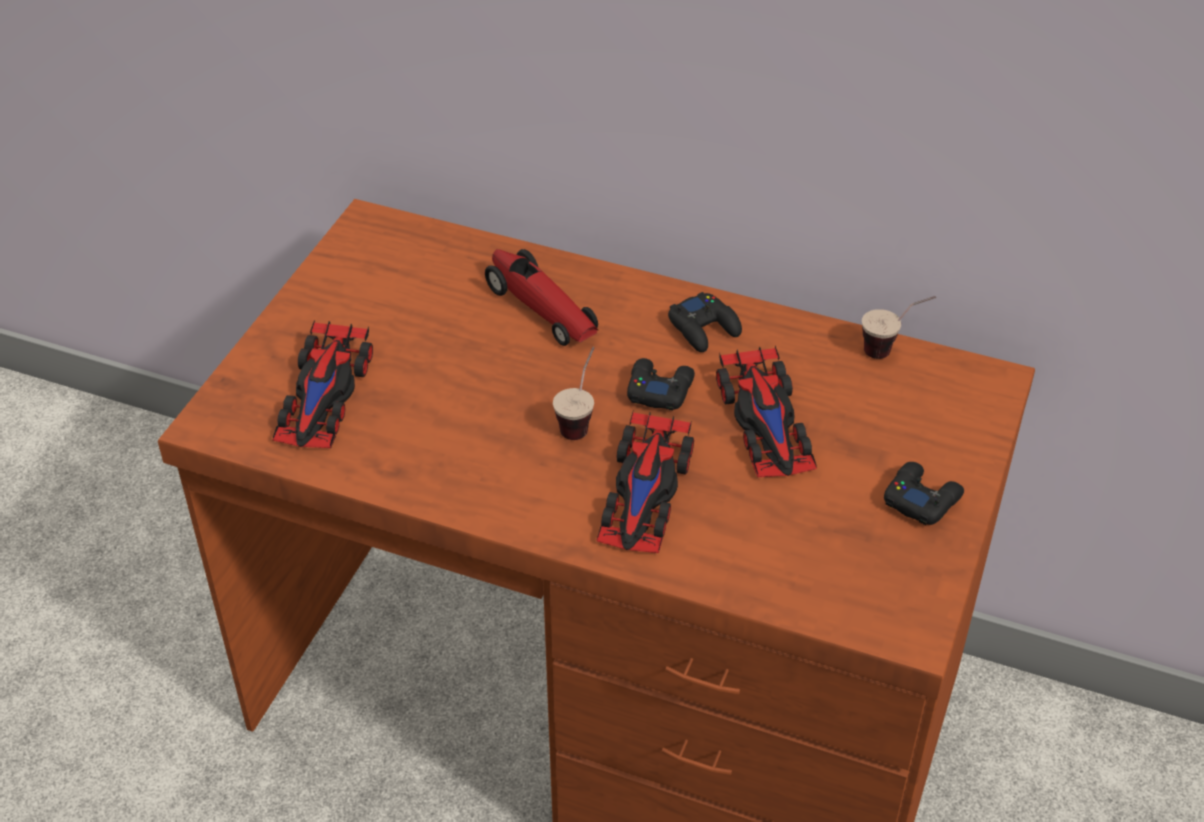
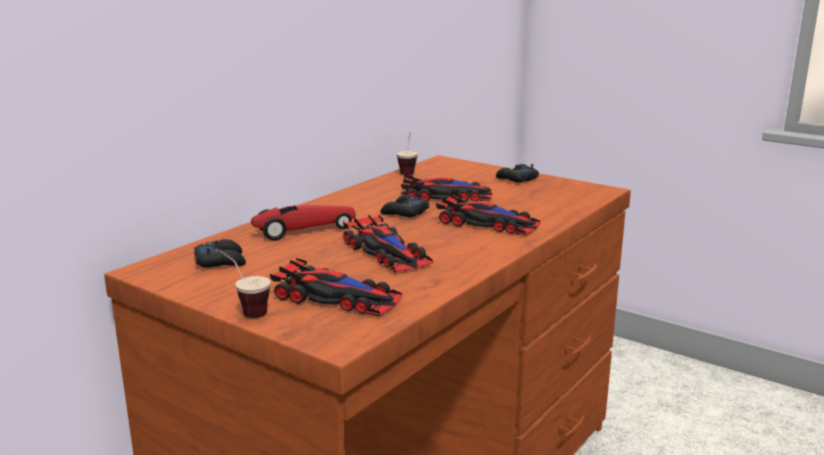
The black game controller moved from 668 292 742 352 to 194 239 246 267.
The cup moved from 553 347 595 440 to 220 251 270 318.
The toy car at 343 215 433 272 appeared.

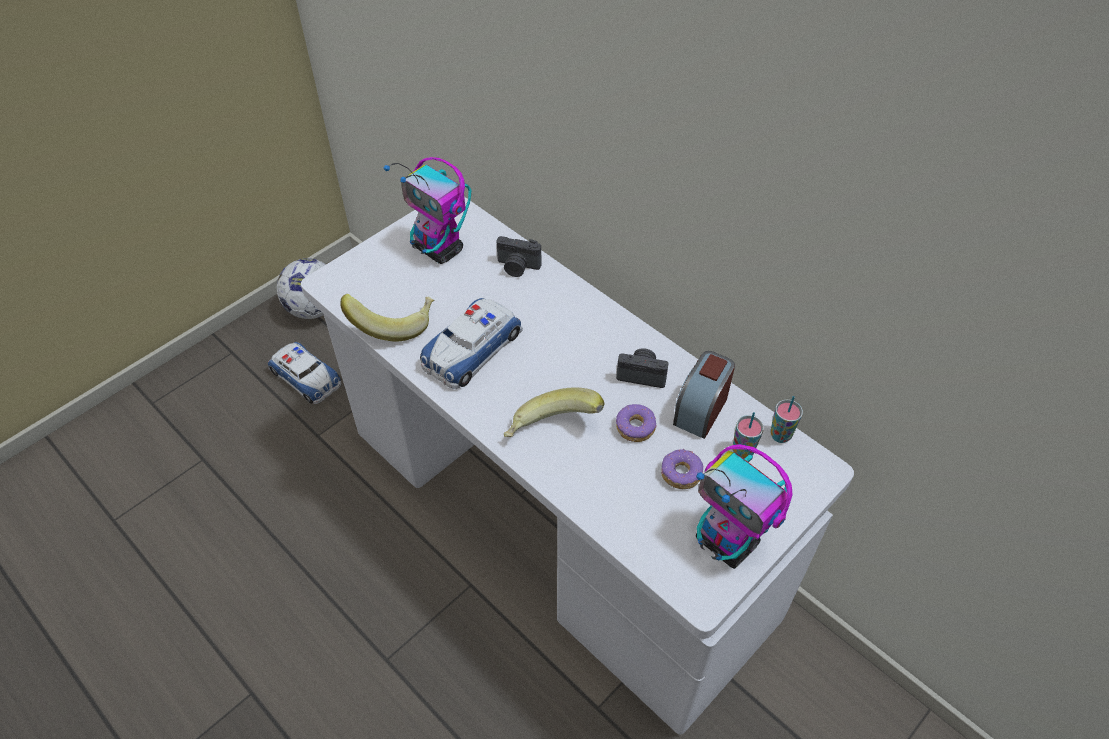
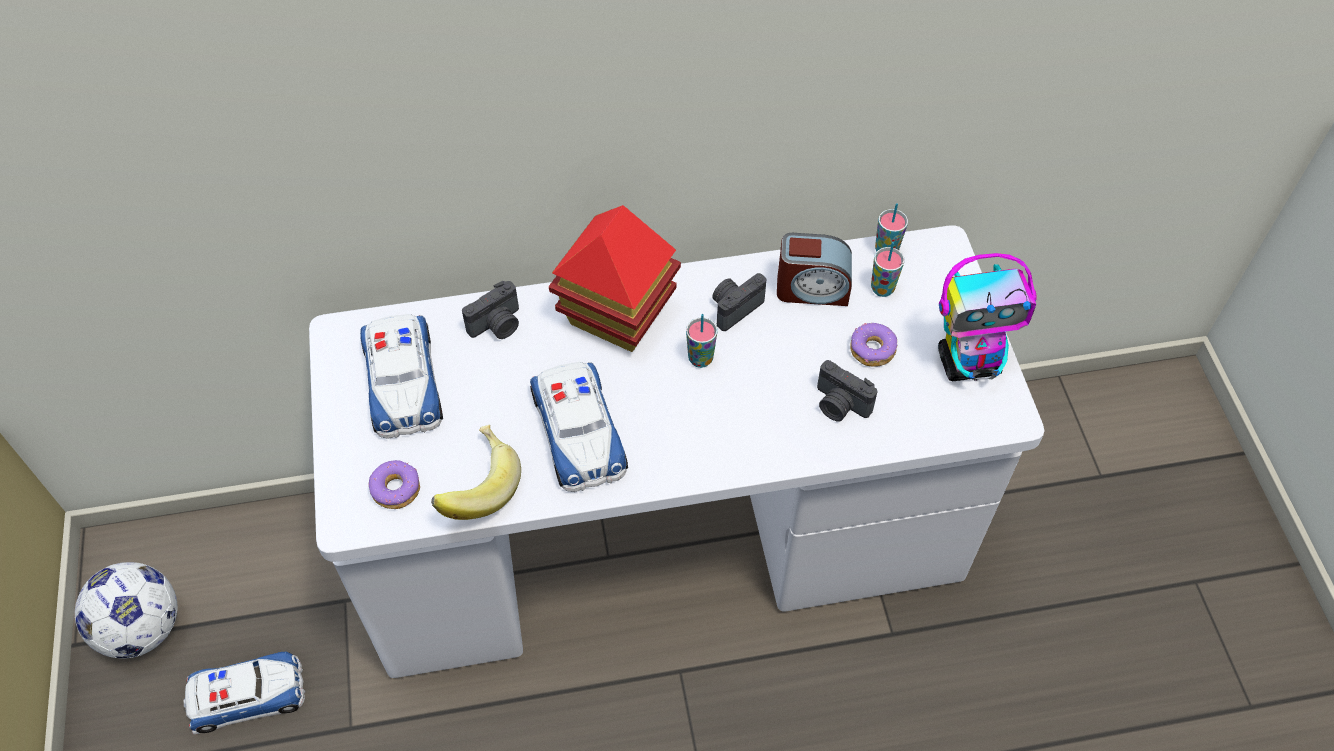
The toy robot at 384 157 471 264 was replaced by the toy car at 360 314 443 439.
The alarm clock at 673 351 735 439 turned 60 degrees counterclockwise.
The banana at 504 388 604 437 disappeared.
The donut moved from 616 404 657 442 to 368 460 420 509.
The toy house at 549 205 681 352 appeared.
The cup at 686 314 718 368 appeared.
The photo camera at 817 360 877 421 appeared.

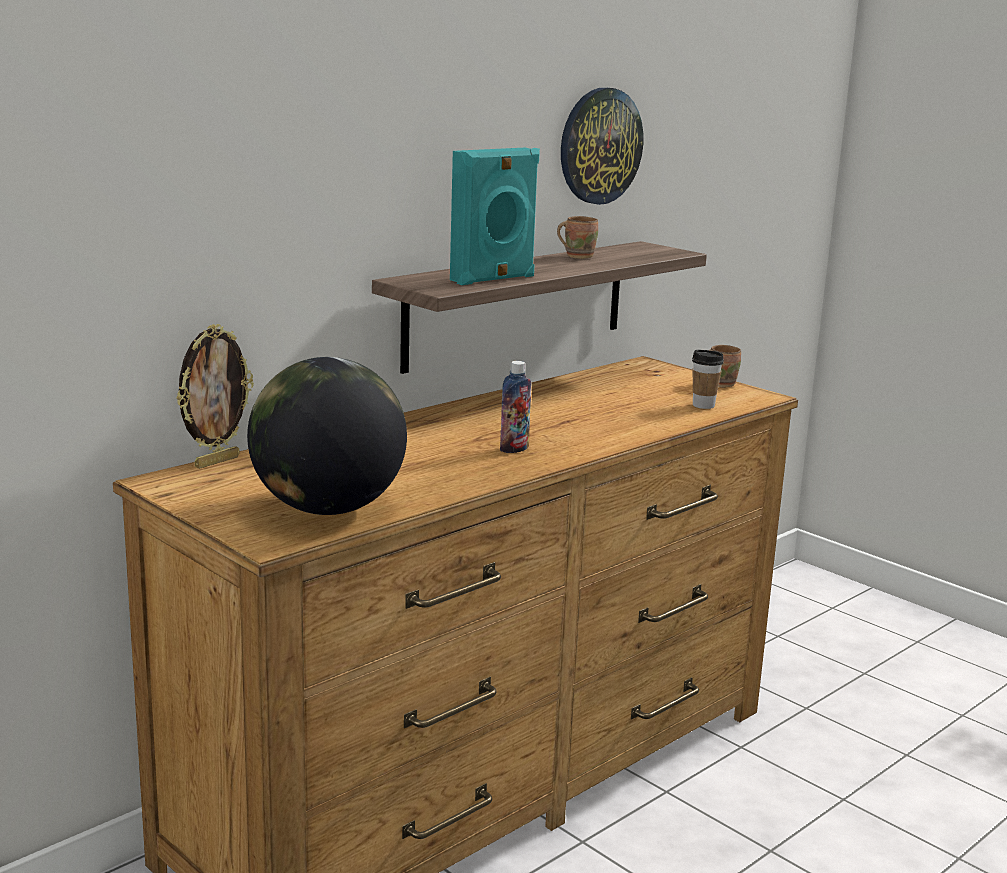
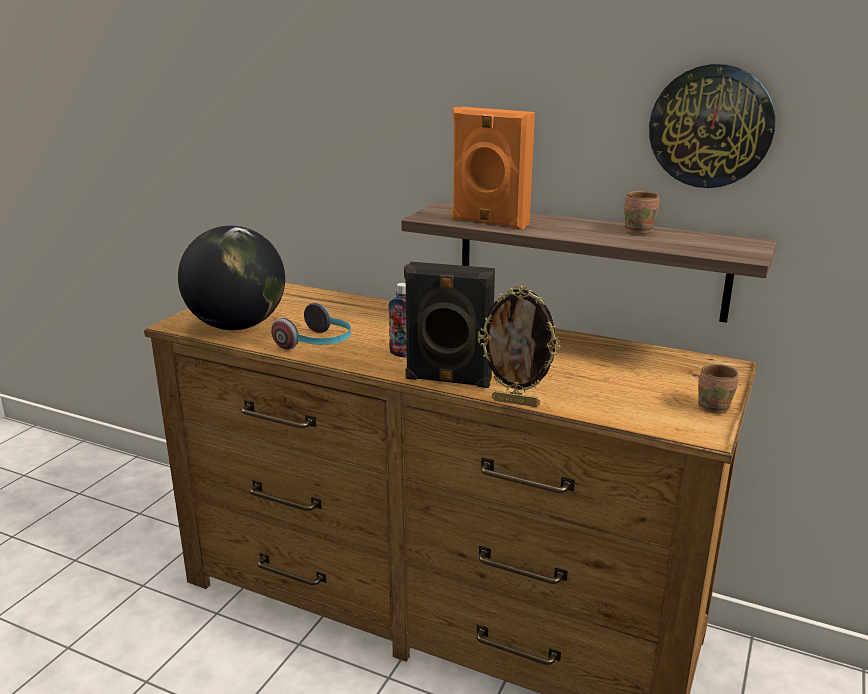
The turquoise speaker at 450 148 540 285 became the orange speaker at 452 107 535 230.
The picture frame moved from 176 324 254 469 to 478 285 561 407.
The cup at 692 350 724 409 disappeared.
The black speaker at 404 262 495 388 appeared.
The headphones at 271 303 351 350 appeared.

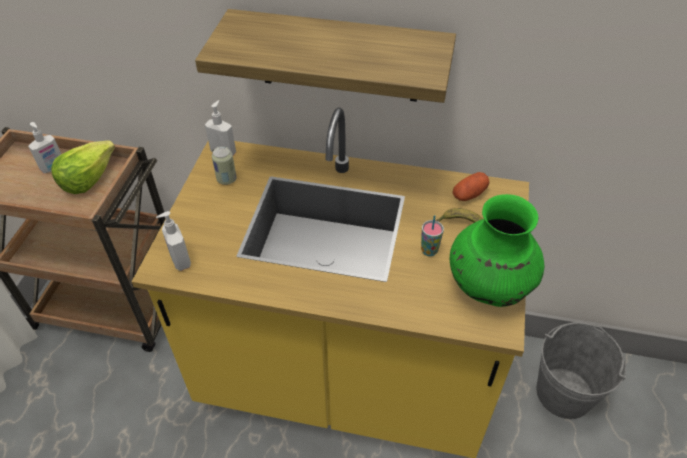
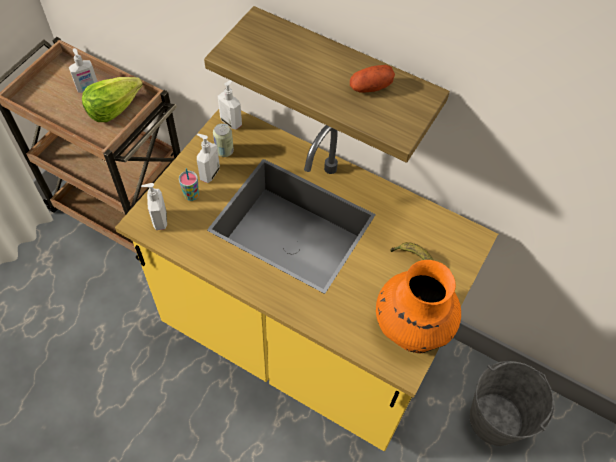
The potato moved from 452 172 490 201 to 350 65 395 93.
The green vase at 450 194 544 307 became the orange vase at 376 260 461 353.
The cup moved from 421 215 444 256 to 179 168 199 201.
The soap dispenser at 197 134 220 183 appeared.

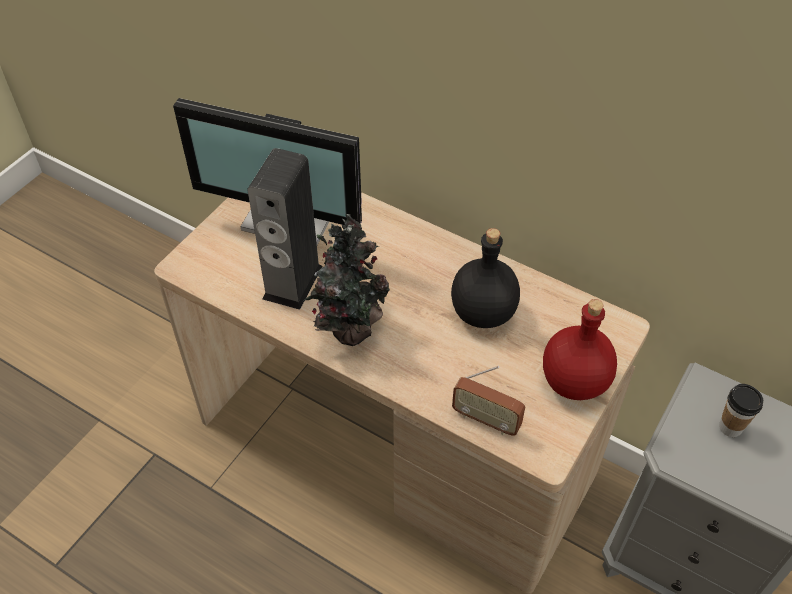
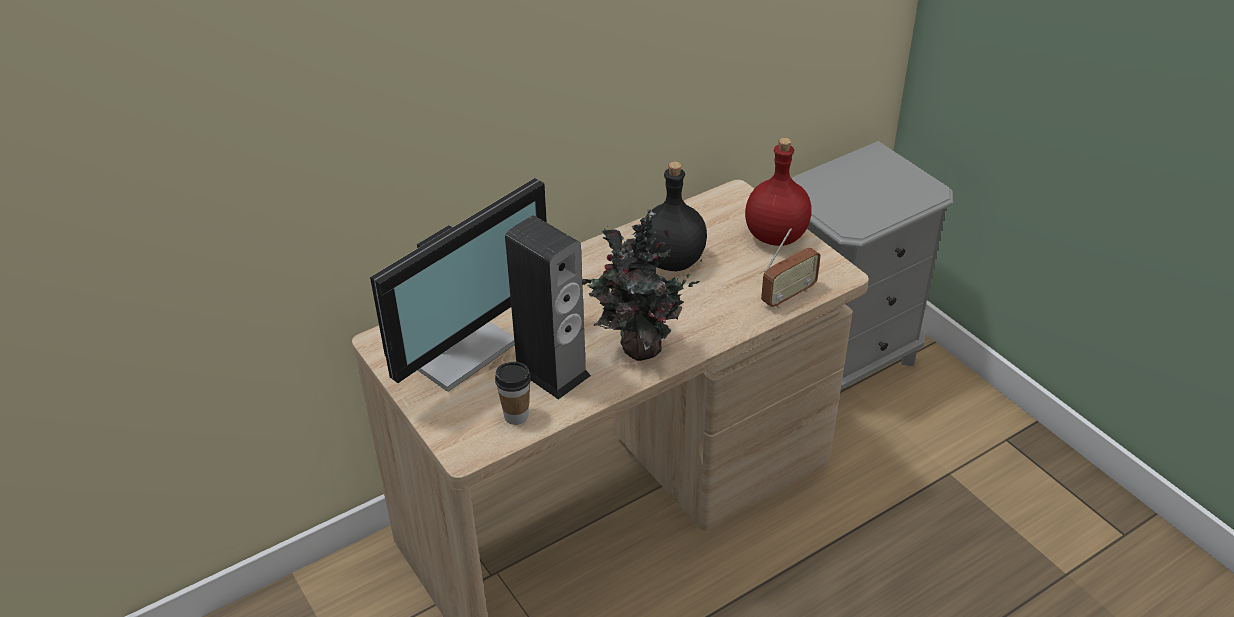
The cup moved from 719 384 763 437 to 495 362 531 425.

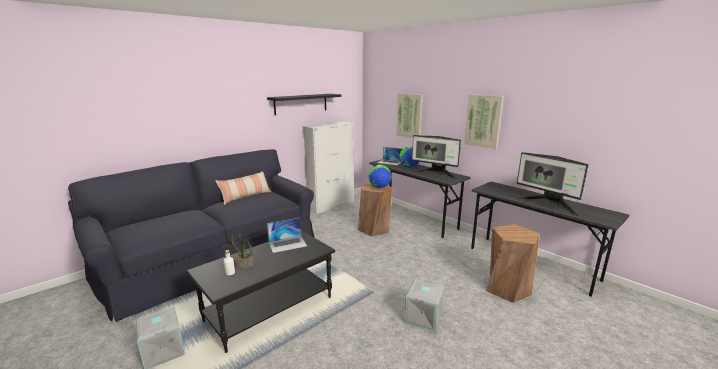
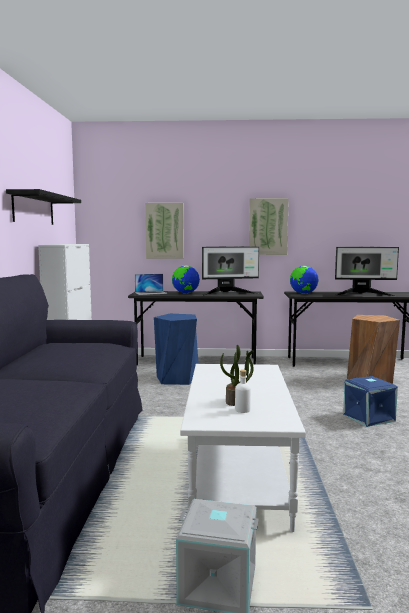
The globe moved from 368 165 392 188 to 290 266 318 294.
The pillow at 215 172 271 205 disappeared.
The brown stool at 358 183 392 237 became the blue stool at 154 314 199 385.
The laptop at 267 218 307 253 disappeared.
The black coffee table at 187 230 335 353 became the white coffee table at 180 364 306 532.
The grey storage box at 404 280 444 332 became the blue storage box at 343 376 398 427.

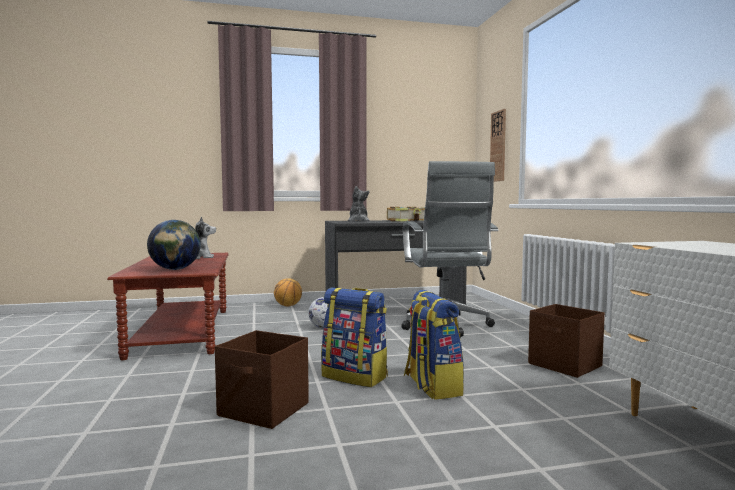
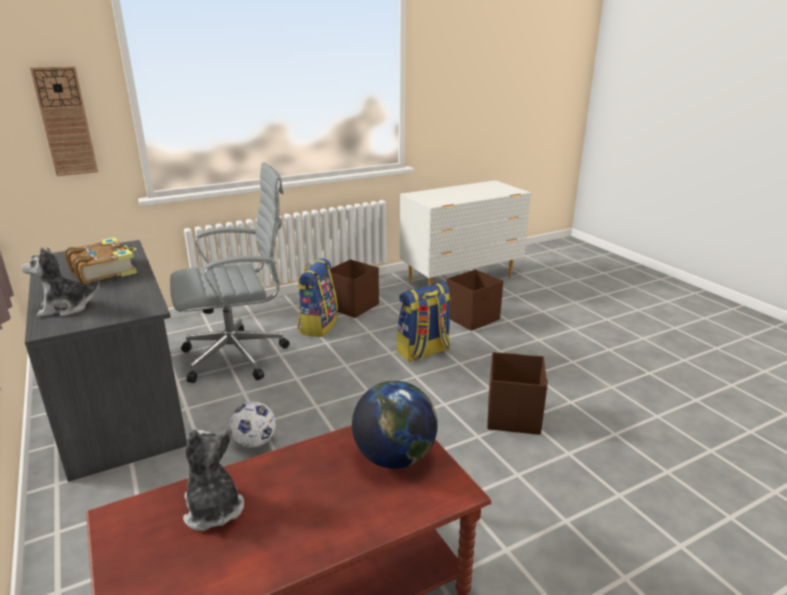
The basketball at 274 278 302 306 disappeared.
The backpack moved from 321 287 388 387 to 297 258 338 337.
The brown storage box at 446 269 503 331 appeared.

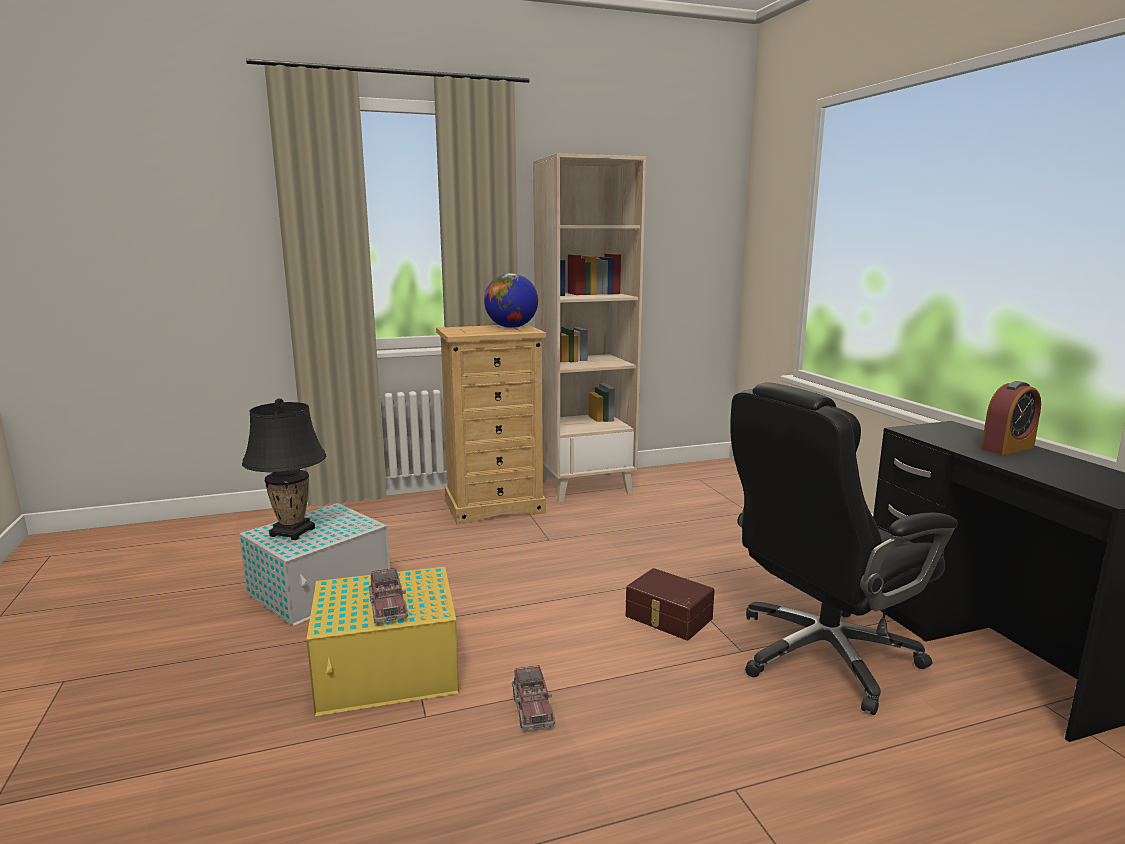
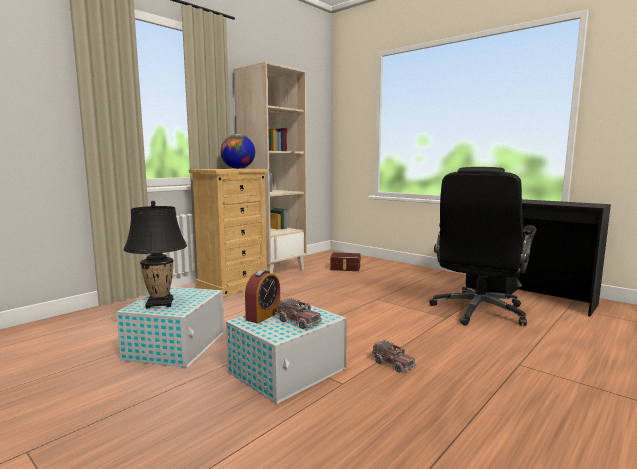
The alarm clock moved from 981 381 1041 455 to 245 270 280 323.
The yellow storage box at 306 567 459 716 became the white storage box at 226 300 347 404.
The brown storage box moved from 625 568 714 641 to 330 253 360 271.

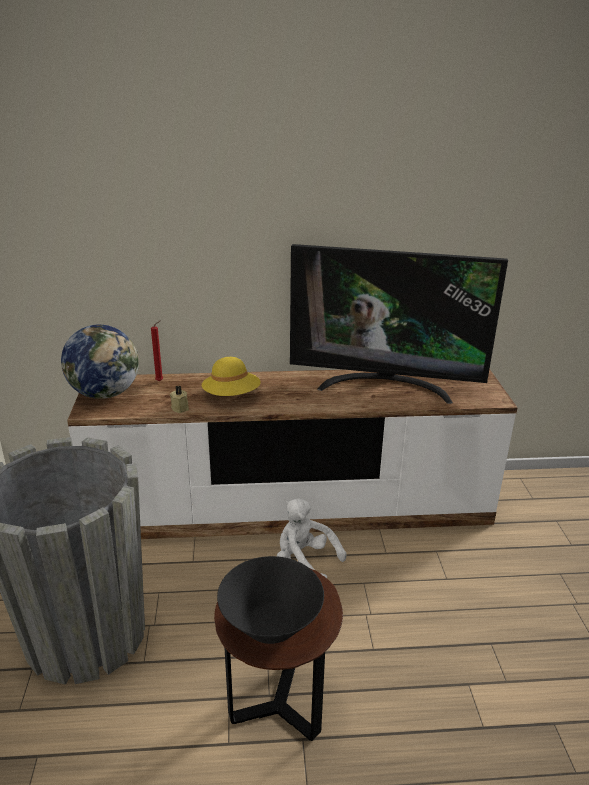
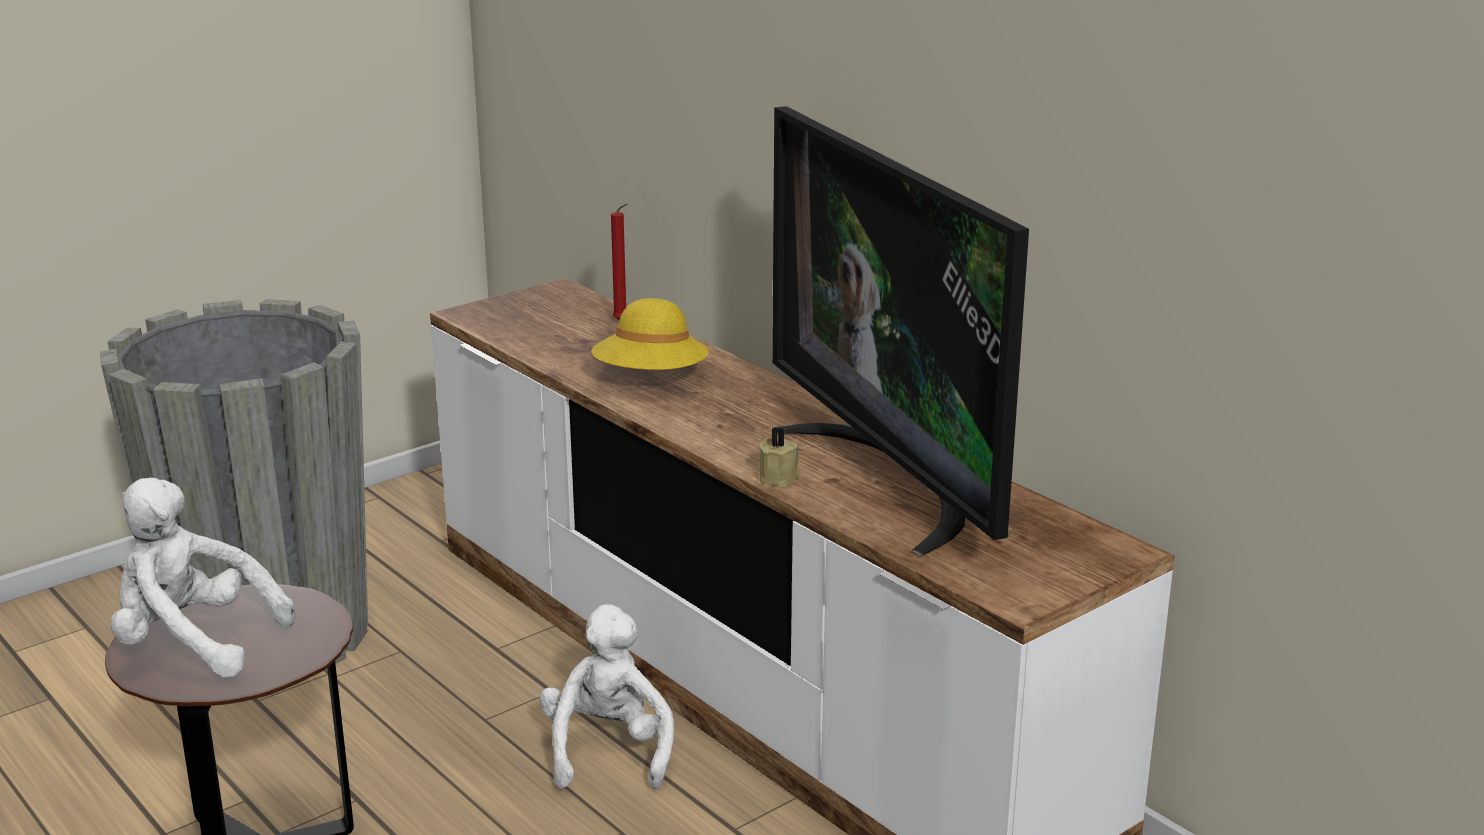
The globe at 61 324 139 399 disappeared.
The beige candle moved from 170 386 189 413 to 759 427 801 488.
The black bowl at 217 556 324 644 was replaced by the white plush toy at 111 478 295 677.

